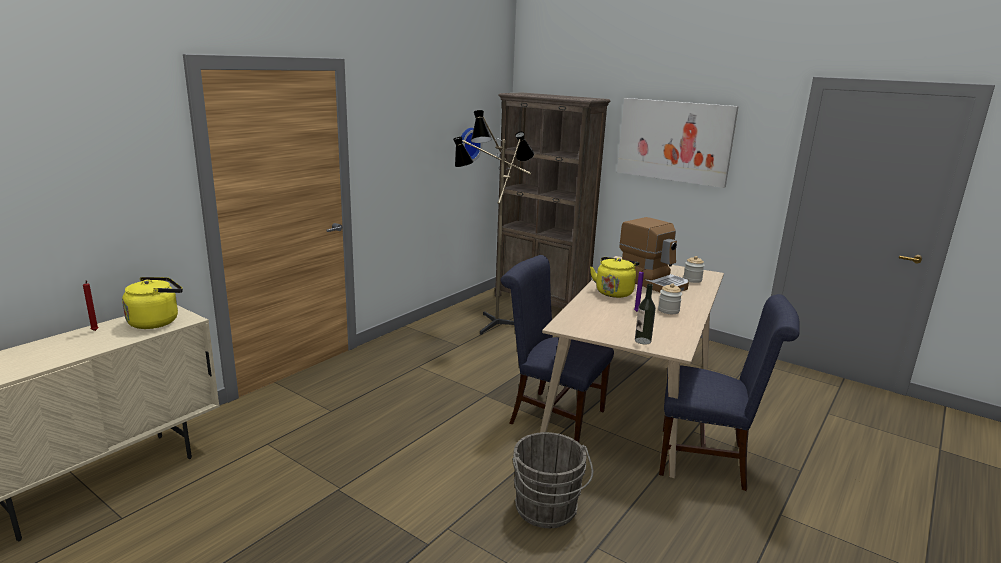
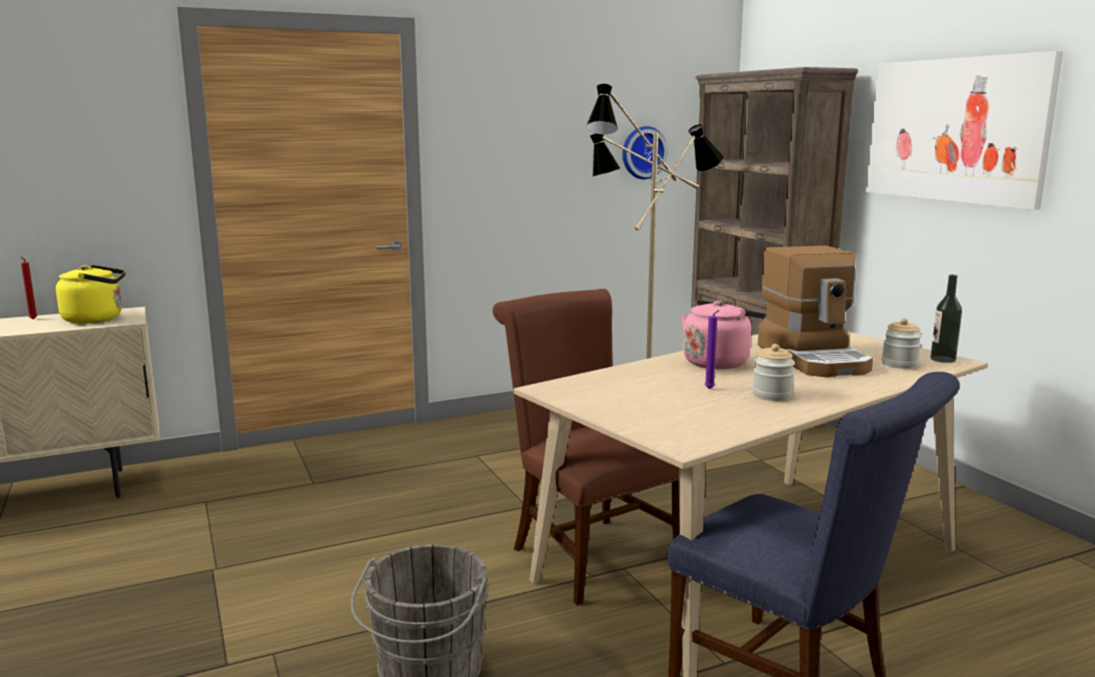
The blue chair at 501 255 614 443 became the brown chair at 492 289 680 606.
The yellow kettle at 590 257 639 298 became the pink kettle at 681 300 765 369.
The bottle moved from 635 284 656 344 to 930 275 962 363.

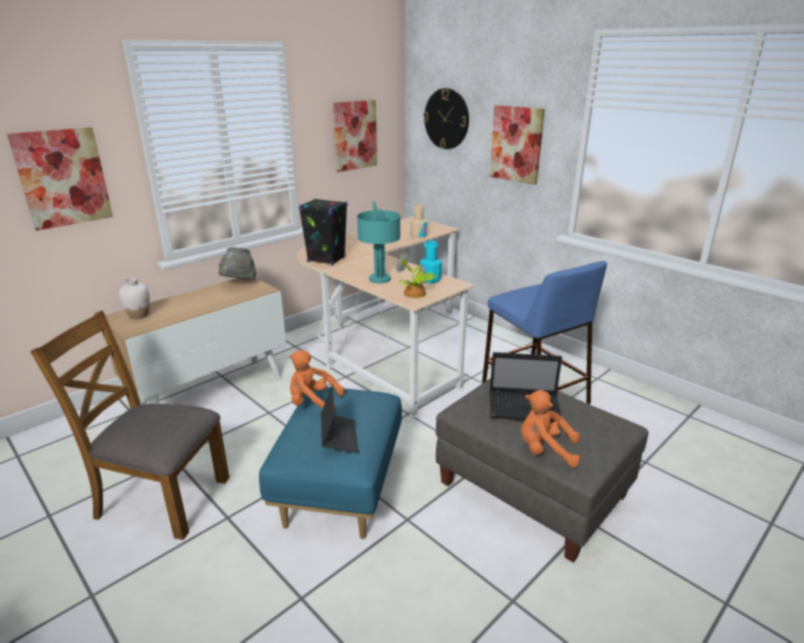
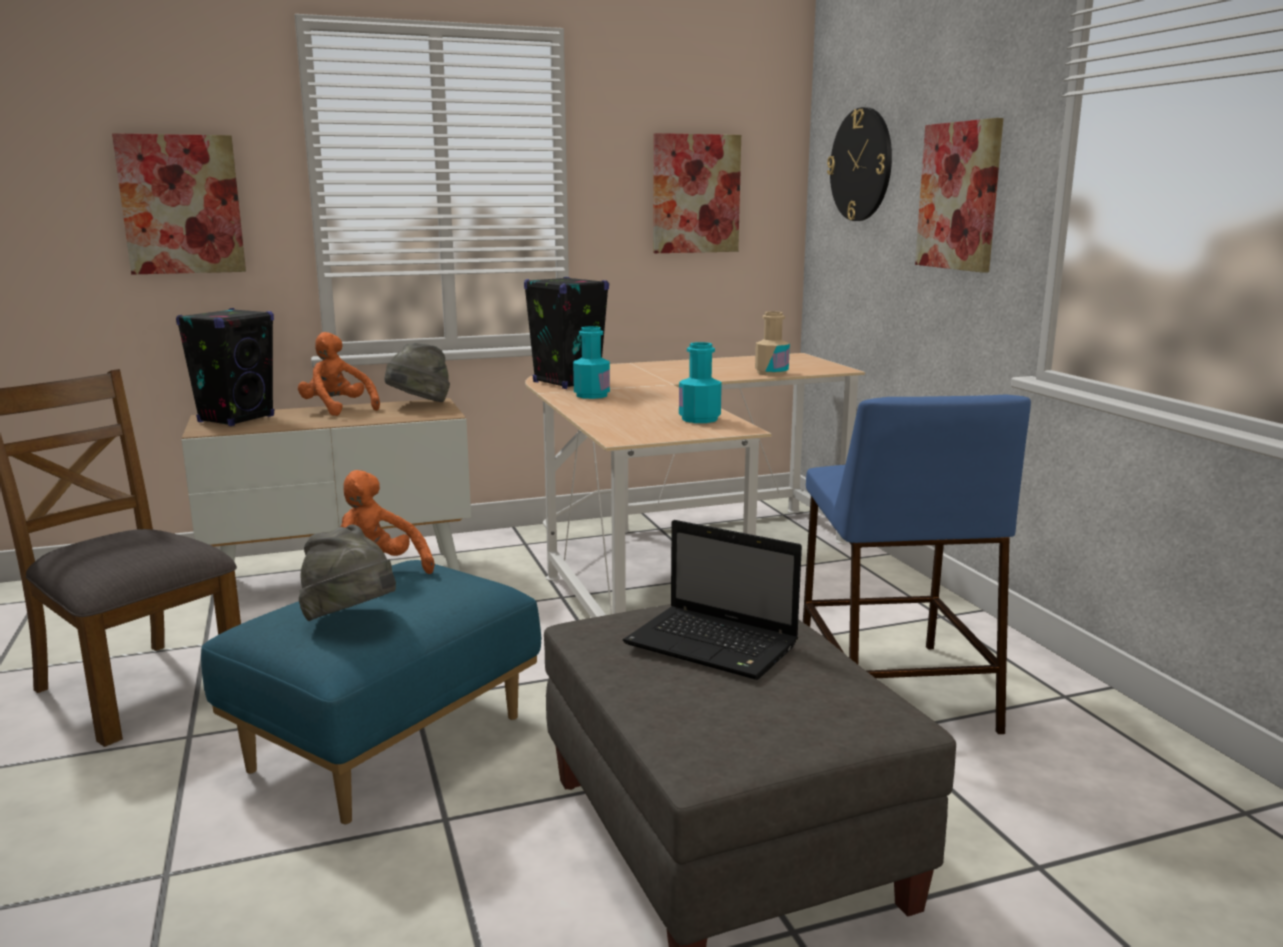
The turquoise table lamp at 357 201 400 283 disappeared.
The potted plant at 396 251 438 298 disappeared.
The white vase at 119 278 150 319 was replaced by the black speaker at 176 308 274 426.
The laptop at 321 384 359 453 was replaced by the grey hat at 299 525 396 621.
The orange plush toy moved from 521 390 580 467 to 298 332 380 416.
The turquoise bottle at 573 326 610 399 appeared.

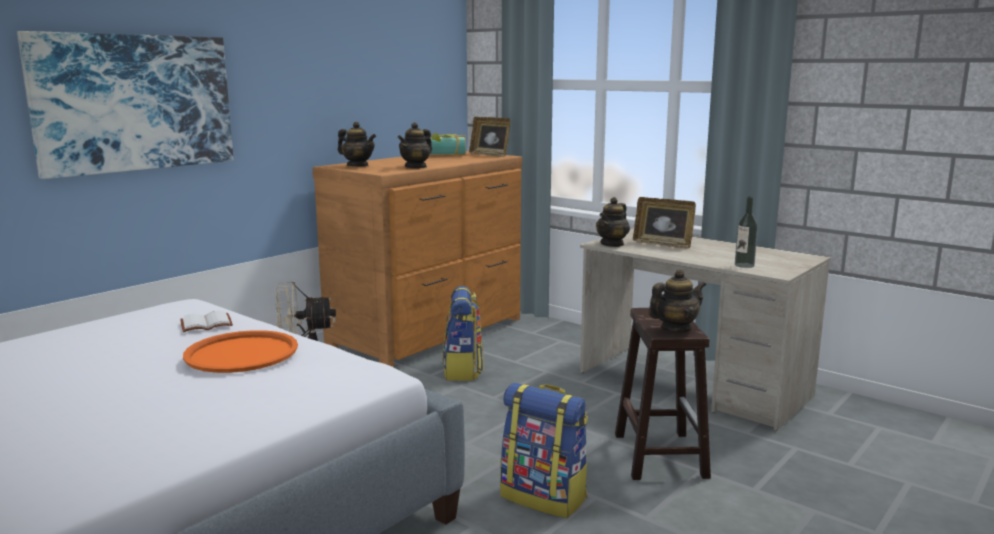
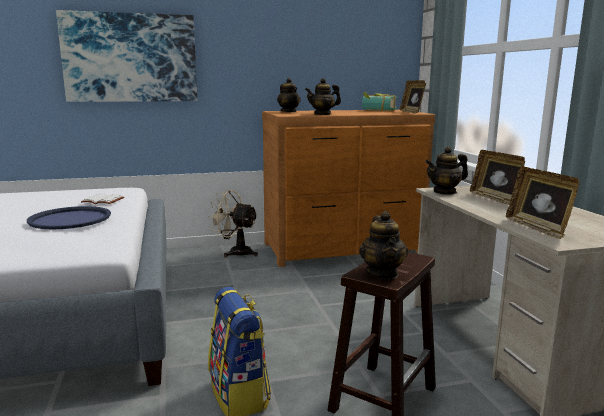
The bottle at 735 196 758 268 was replaced by the picture frame at 506 166 579 239.
The teapot at 648 269 706 333 turned 75 degrees clockwise.
The backpack at 442 286 484 381 disappeared.
The orange tray at 183 330 298 373 became the blue tray at 27 206 111 229.

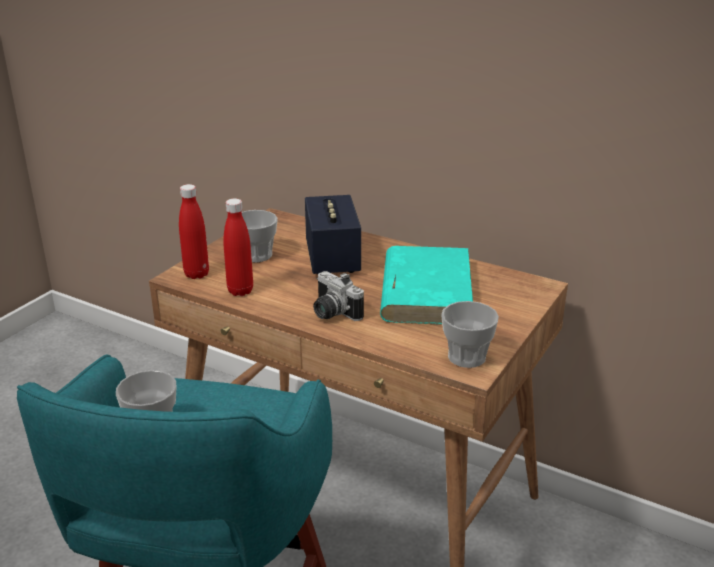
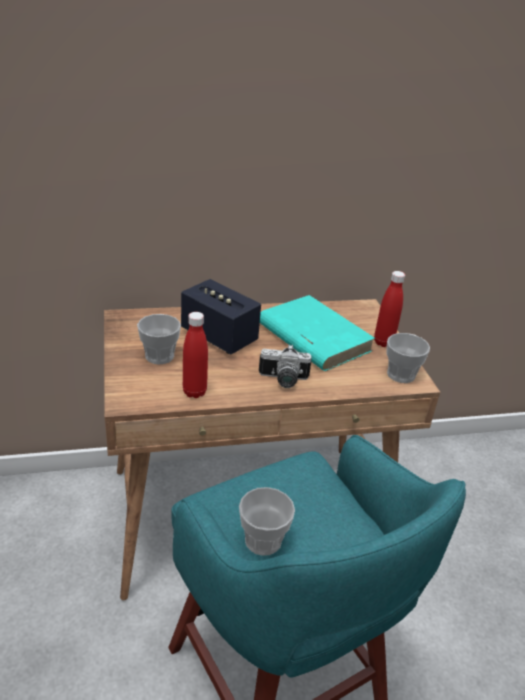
The red bottle moved from 179 184 209 279 to 374 271 405 347.

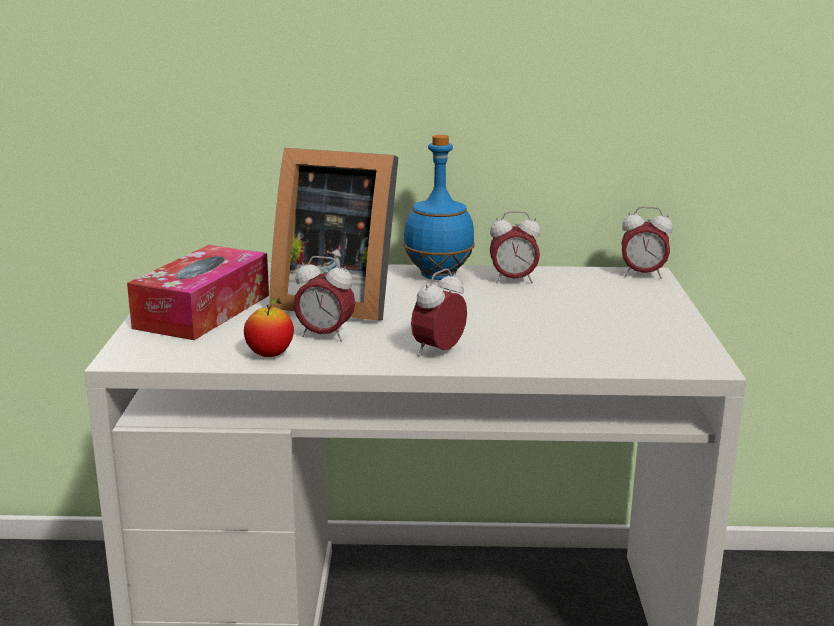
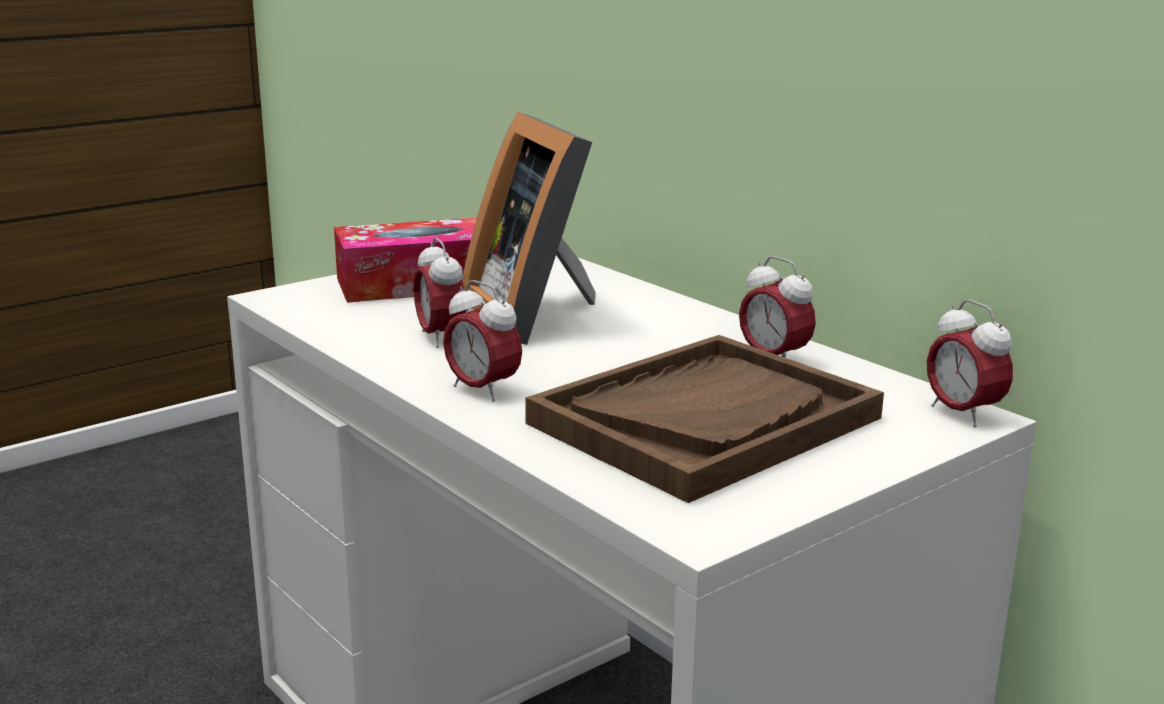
The blue bottle at 403 135 475 280 disappeared.
The alarm clock at 411 268 467 357 turned 135 degrees counterclockwise.
The apple at 244 298 294 357 disappeared.
The brown tray at 525 335 884 503 appeared.

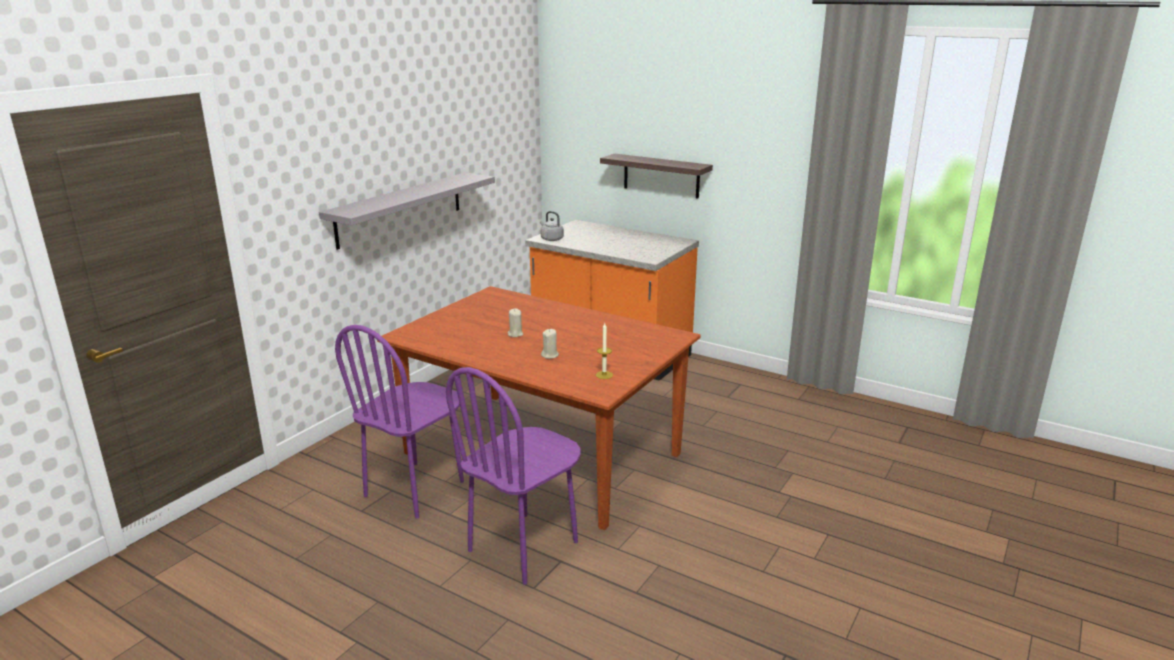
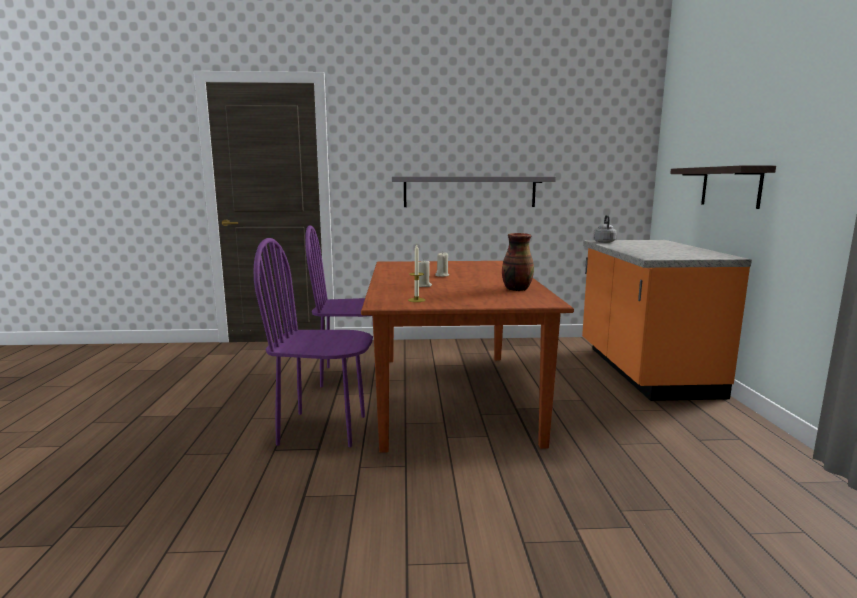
The vase at 502 233 534 291 appeared.

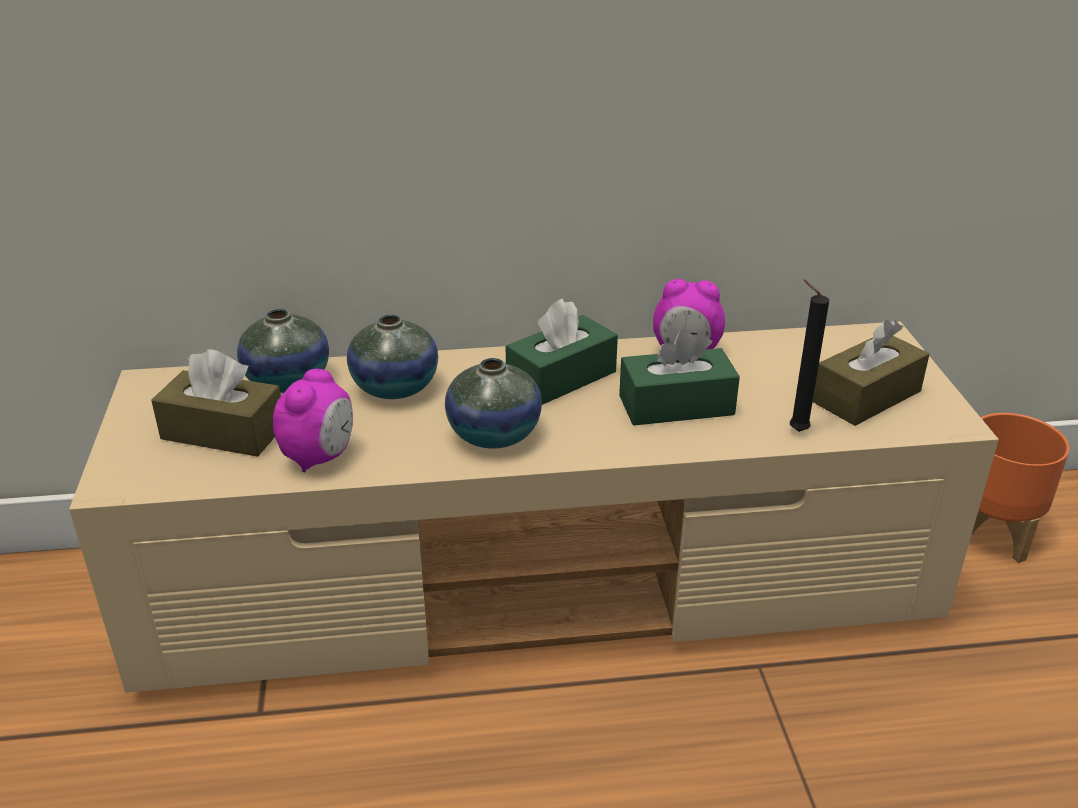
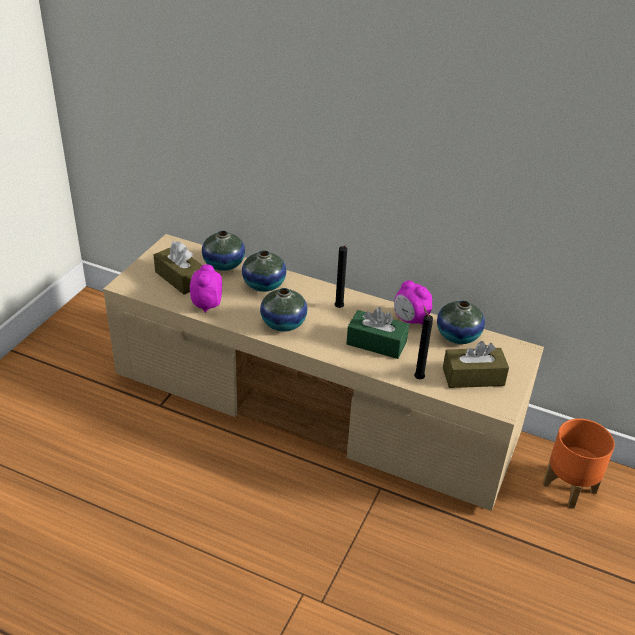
The green tissue box at 506 299 618 405 was replaced by the black candle at 334 245 347 308.
The alarm clock at 273 369 353 472 turned 135 degrees clockwise.
The vase at 437 300 485 344 appeared.

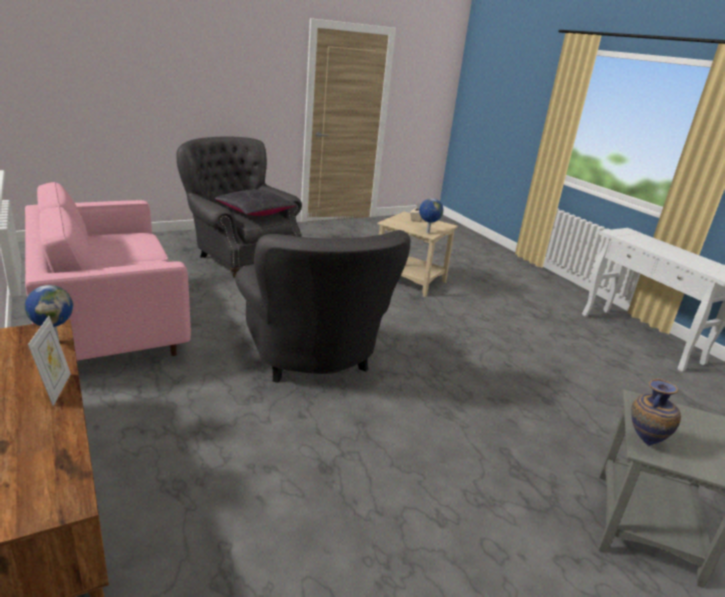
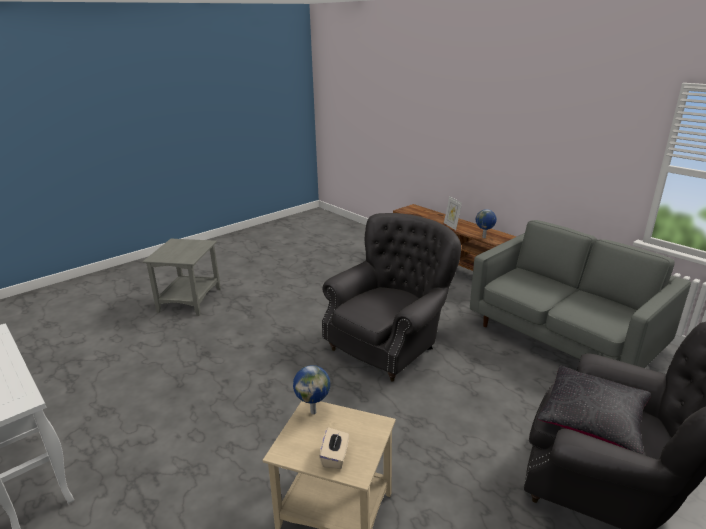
The pink sofa at 25 182 191 361 became the grey sofa at 470 220 691 368.
The grey armchair at 235 230 410 383 turned 75 degrees clockwise.
The vase at 631 378 681 446 disappeared.

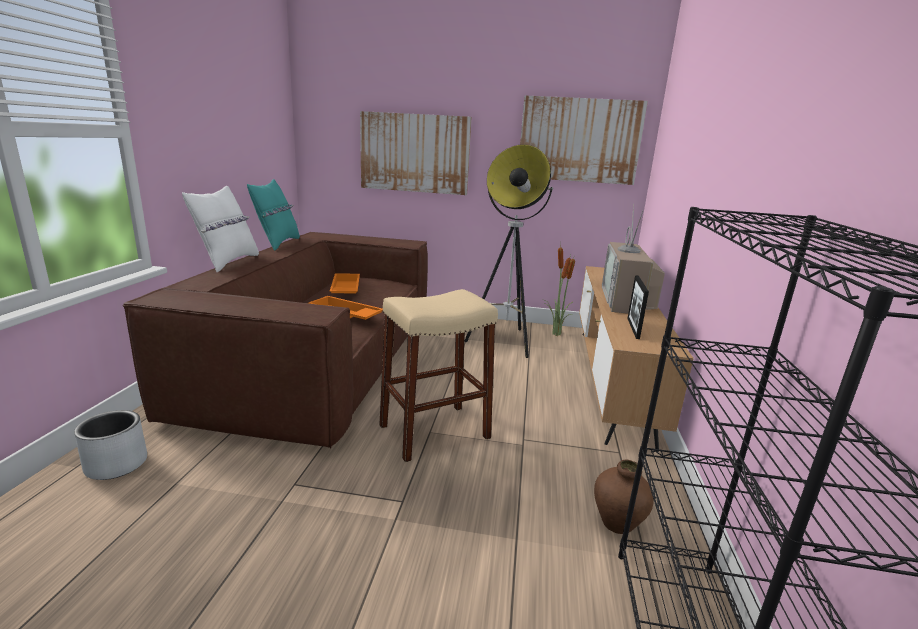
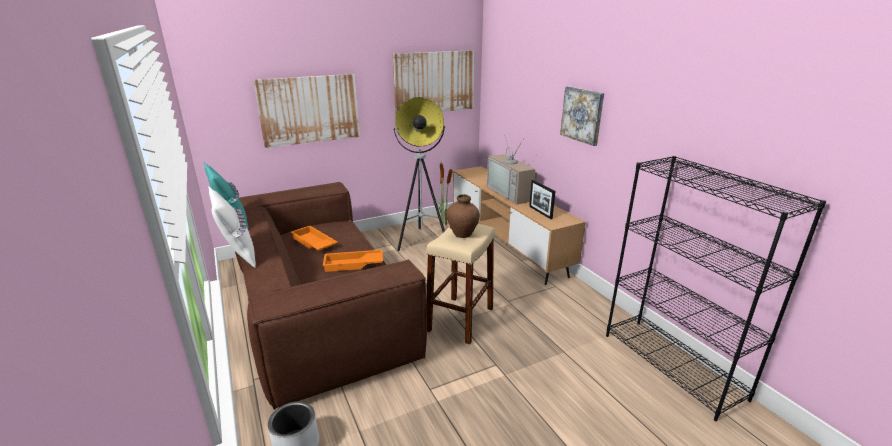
The brown vase moved from 594 460 654 534 to 446 194 480 238.
The picture at 560 86 604 146 appeared.

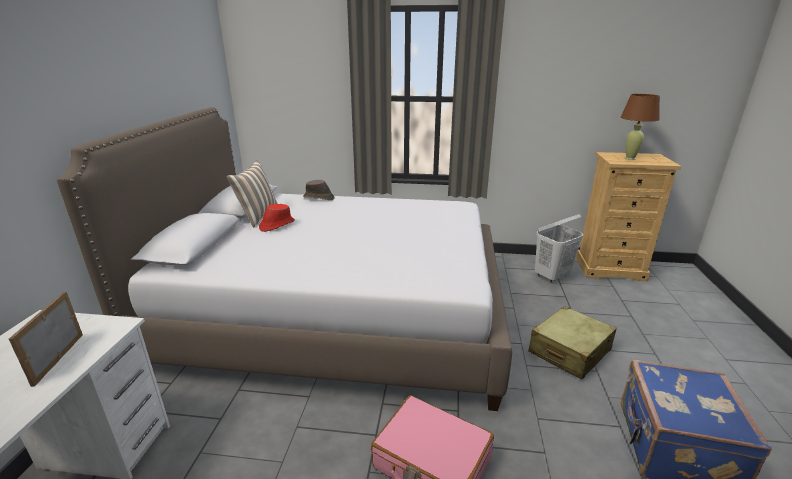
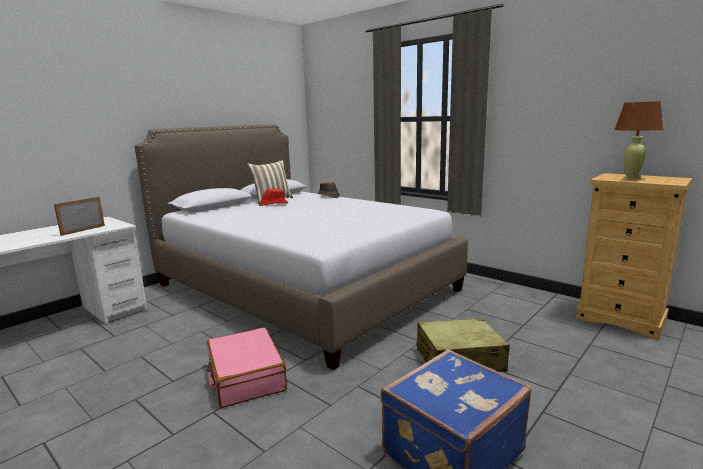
The white laundry basket at 535 214 583 283 disappeared.

